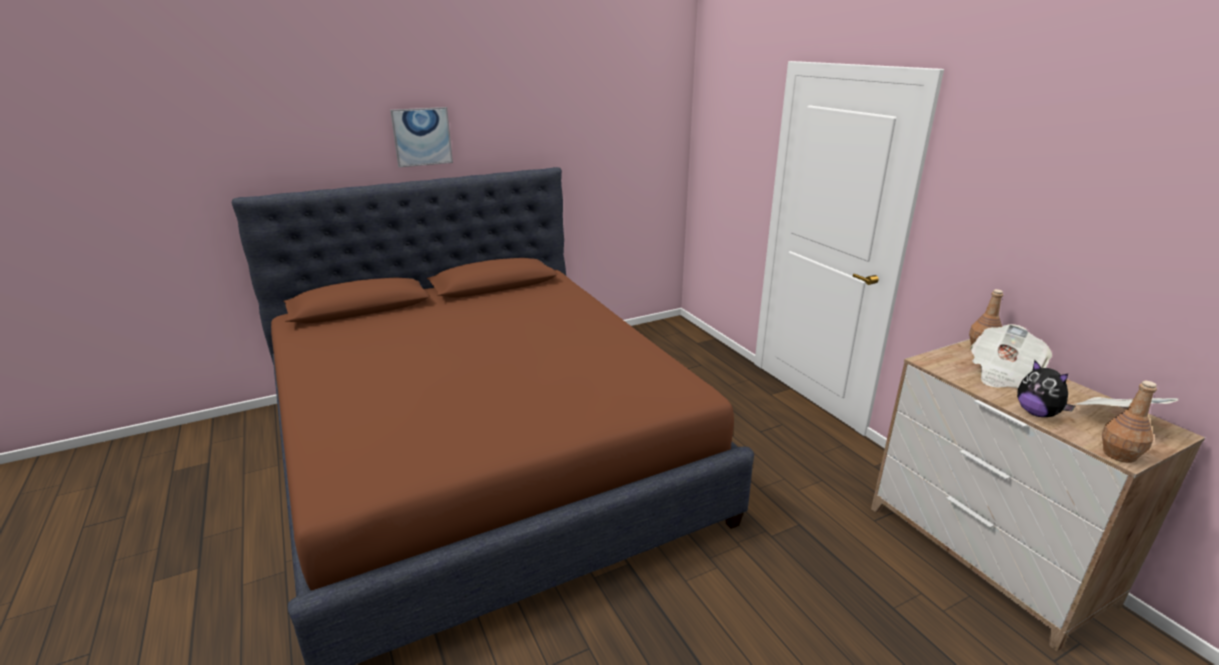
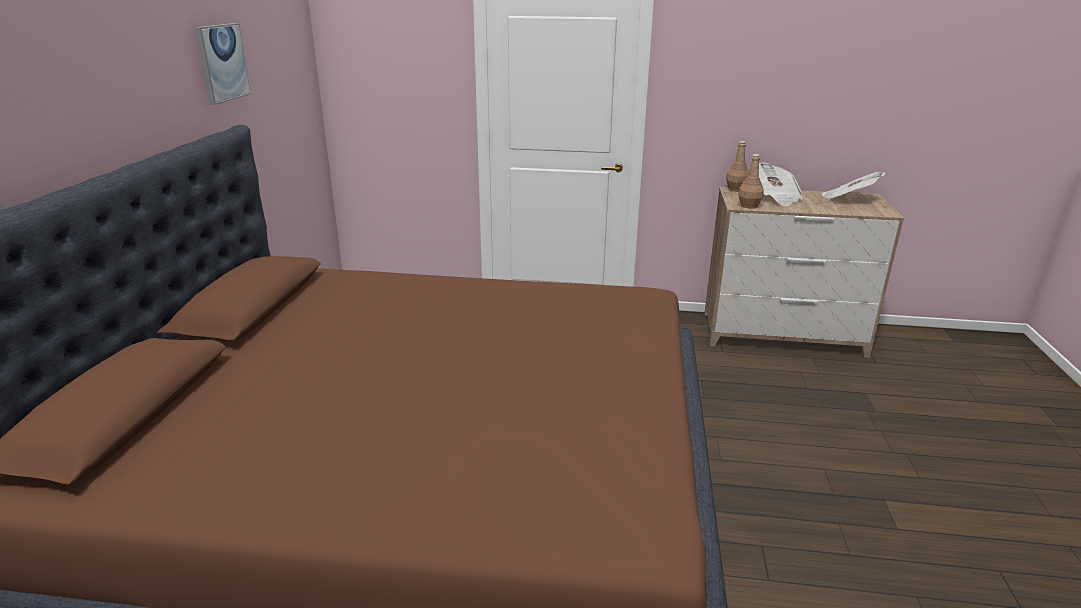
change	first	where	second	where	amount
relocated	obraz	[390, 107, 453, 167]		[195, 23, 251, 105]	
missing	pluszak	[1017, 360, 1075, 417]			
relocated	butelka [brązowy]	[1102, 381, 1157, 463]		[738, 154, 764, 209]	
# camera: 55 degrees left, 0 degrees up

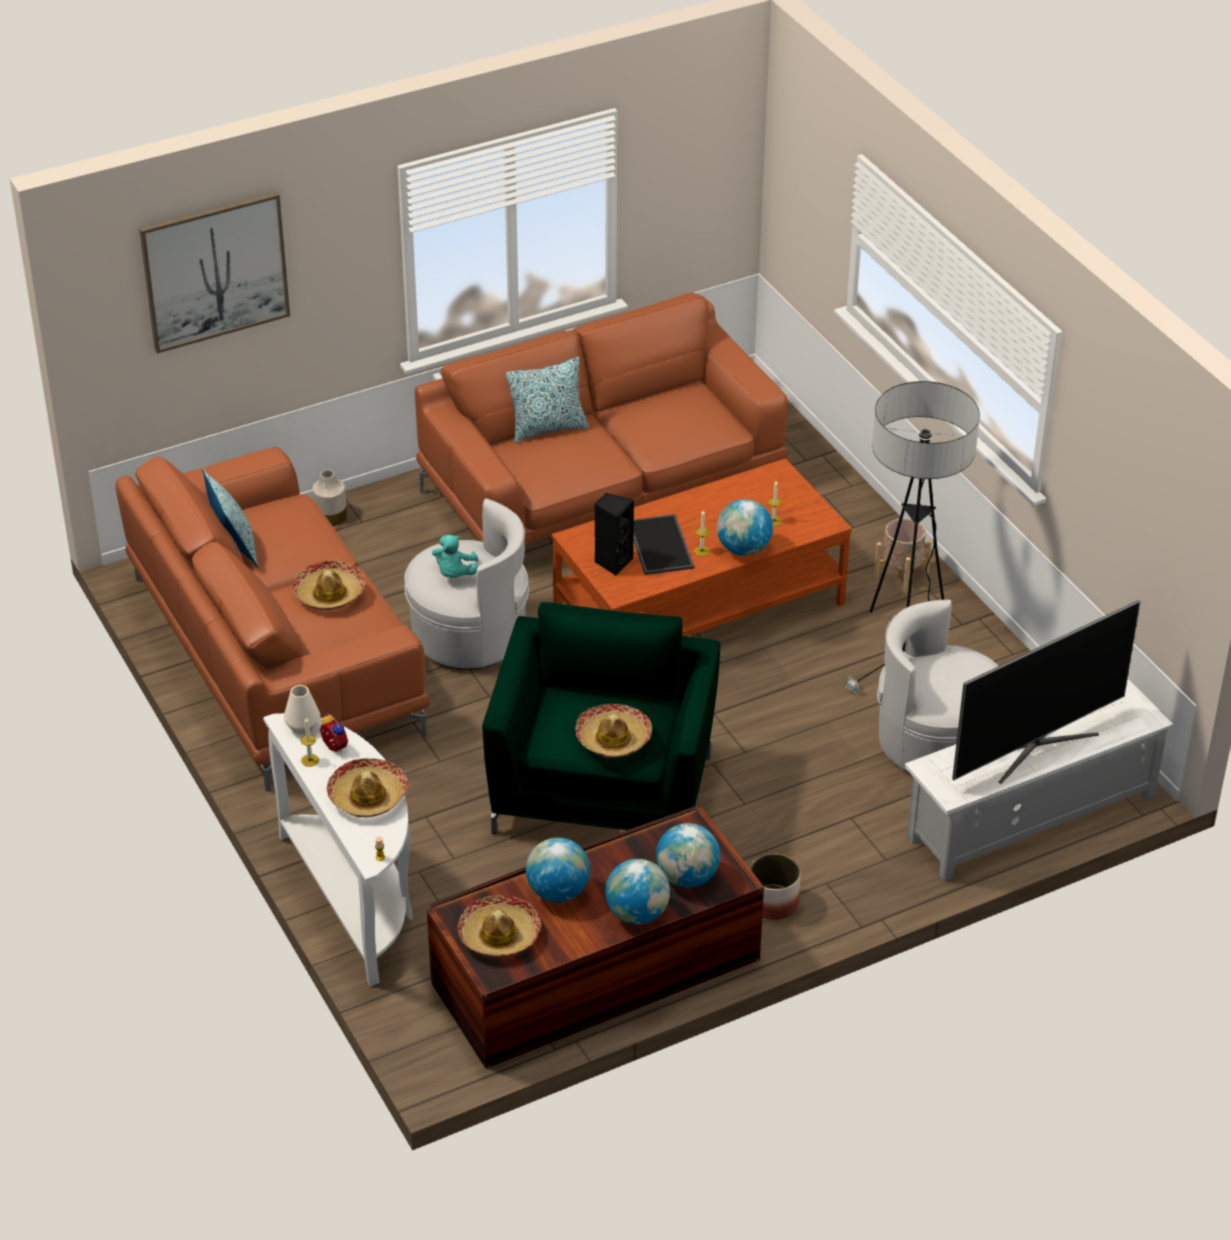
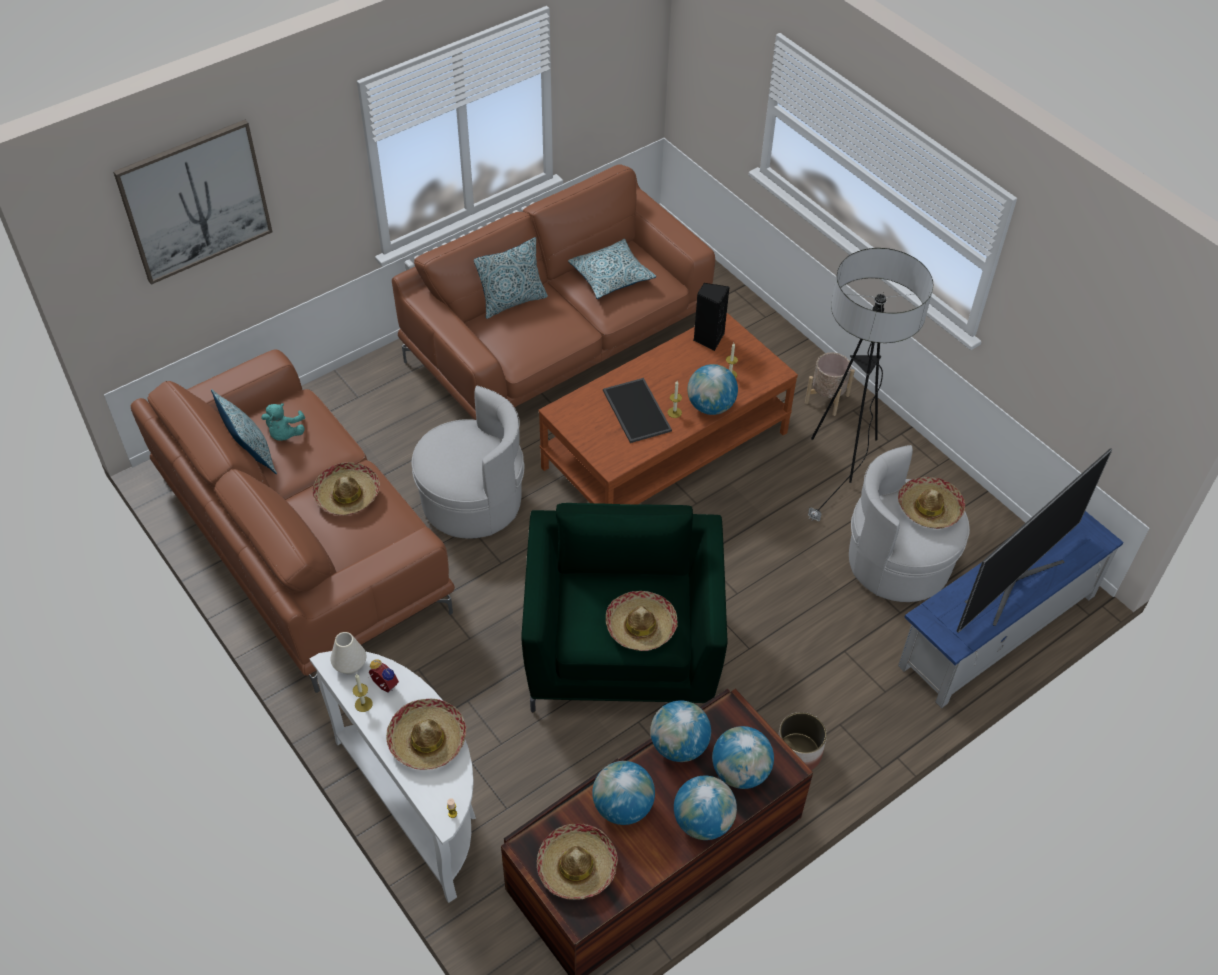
change	first	where	second	where	amount
missing	wazon [beżowy]	[312, 470, 347, 526]			
relocated	głośnik [czarny]	[595, 493, 634, 576]		[694, 283, 730, 351]	
relocated	pluszak [turkusowy]	[432, 535, 478, 578]		[261, 403, 305, 441]	
colour	szafka pod telewizor [biały]	[905, 679, 1173, 882]	szafka pod telewizor [niebieski]	[898, 511, 1124, 709]	
appeared			poduszka	[568, 239, 656, 299]	
appeared			kapelusz	[898, 477, 965, 529]	
appeared			globus	[650, 700, 711, 762]	
# camera: 10 degrees left, 10 degrees up

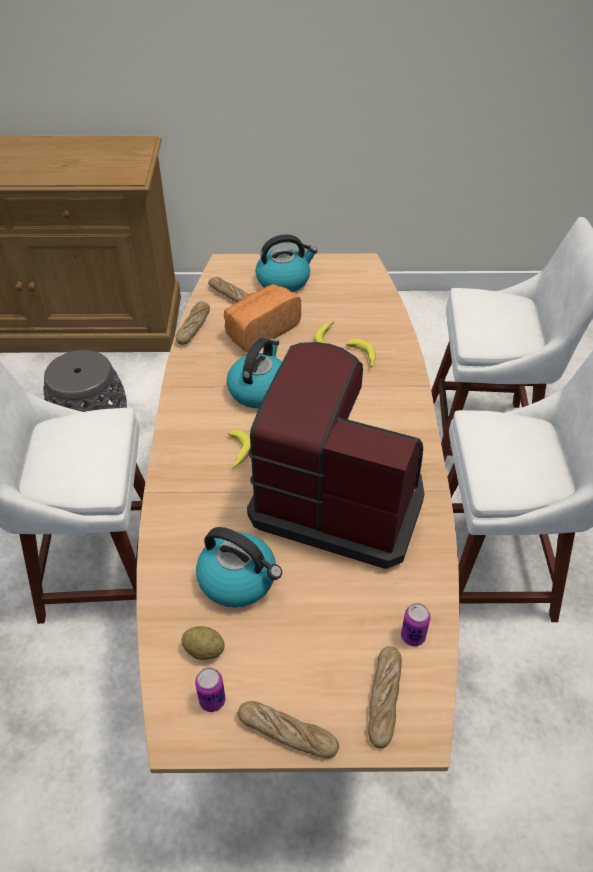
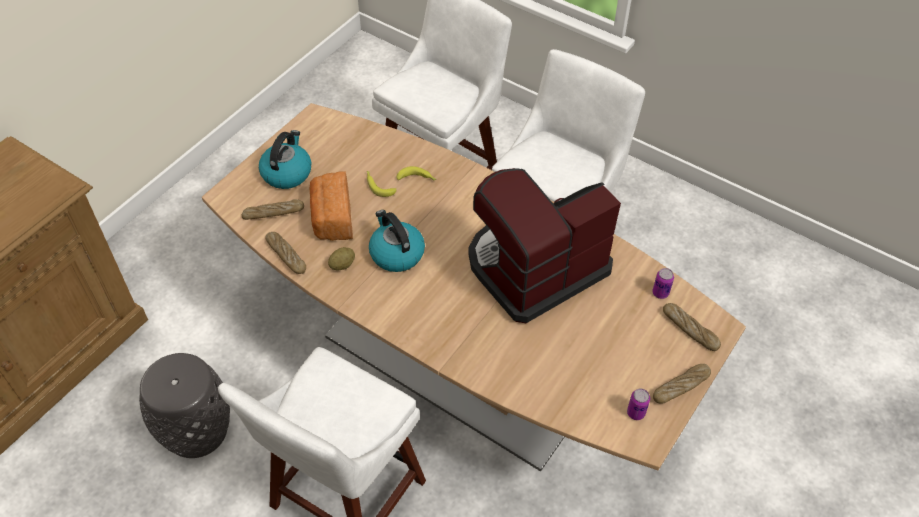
change	first	where	second	where	amount
missing	banan	[228, 430, 251, 469]			
missing	czajnik	[196, 527, 282, 608]			
relocated	ziemniak	[182, 626, 225, 660]		[328, 247, 355, 271]	
# camera: 55 degrees left, 5 degrees up

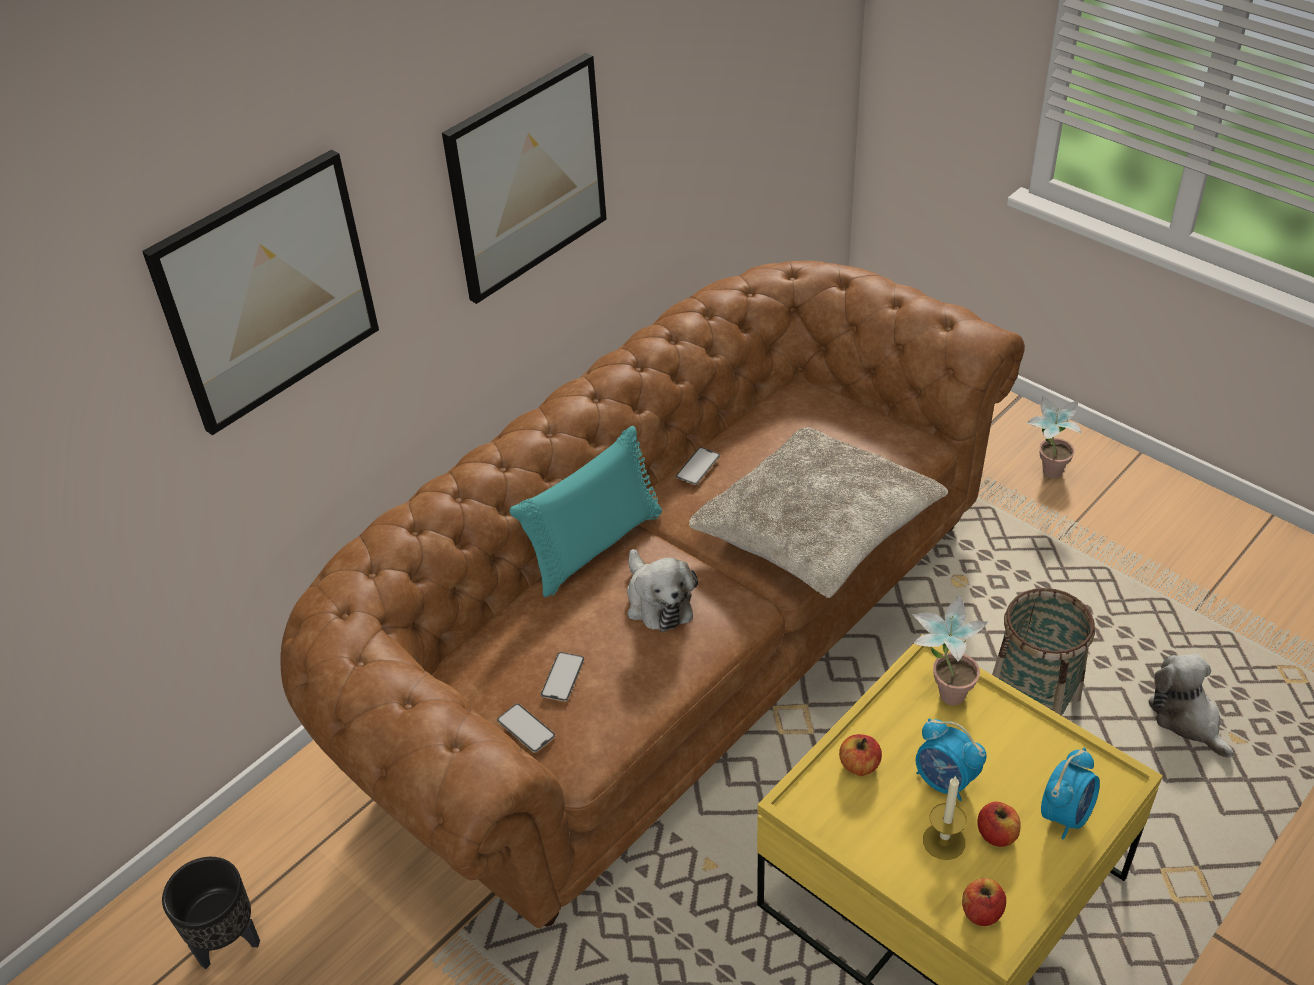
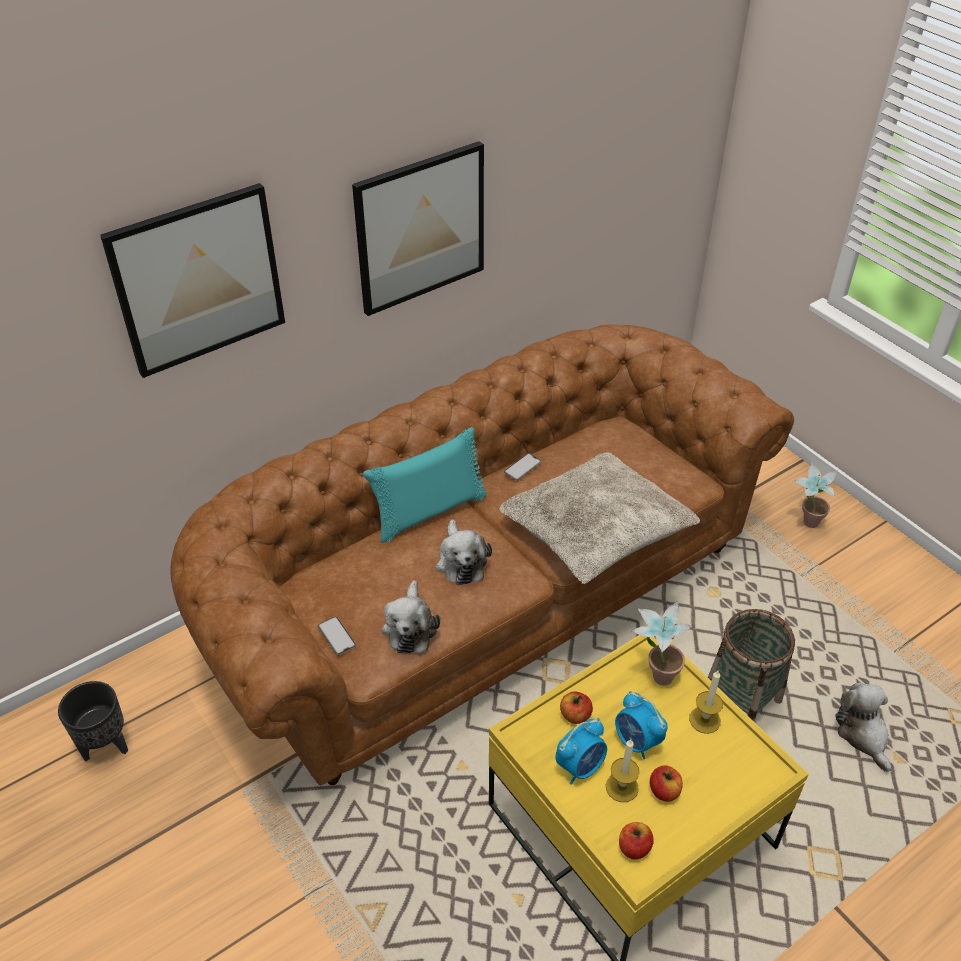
change	first	where	second	where	amount
missing	telefon	[541, 652, 584, 702]			
relocated	budzik	[1041, 748, 1100, 840]		[556, 718, 607, 785]	
appeared			pluszak	[382, 580, 440, 653]	
appeared			świeca	[689, 671, 723, 734]	
# camera: 10 degrees right, 0 degrees up

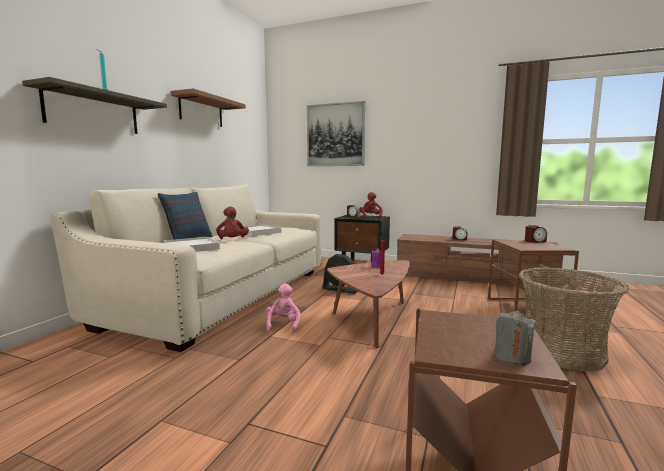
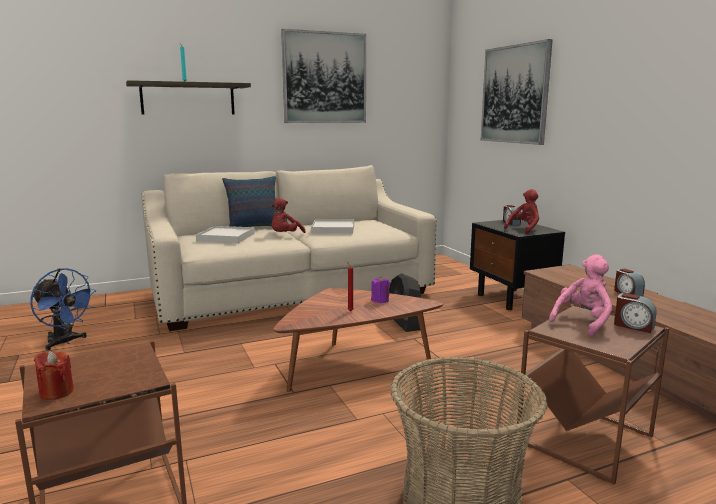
change	first	where	second	where	amount
exchanged	półka [brązowy]	[171, 88, 246, 127]	obraz	[281, 29, 366, 123]	
relocated	pluszak [różowy]	[266, 283, 301, 333]		[549, 254, 612, 336]	
colour	świeca [szary]	[494, 310, 536, 365]	świeca [czerwony]	[34, 351, 74, 400]	
appeared			wentylator [niebieski]	[30, 268, 96, 350]	
# camera: 45 degrees right, 5 degrees up

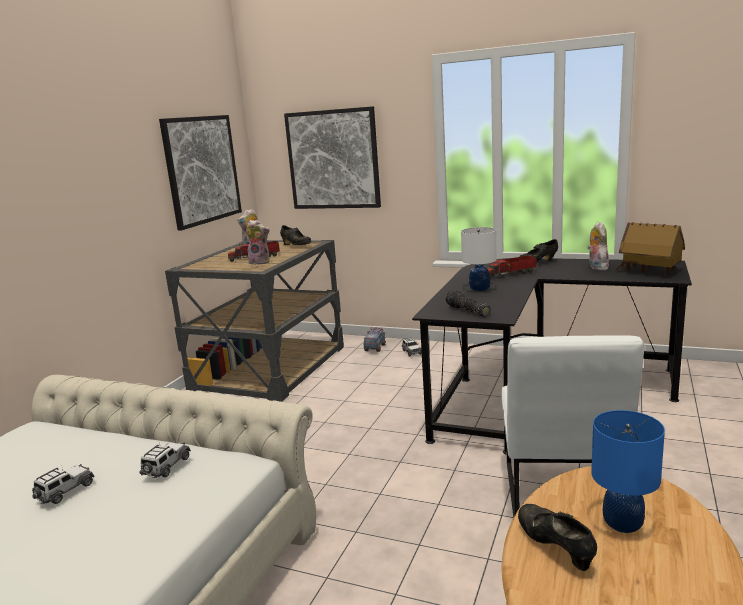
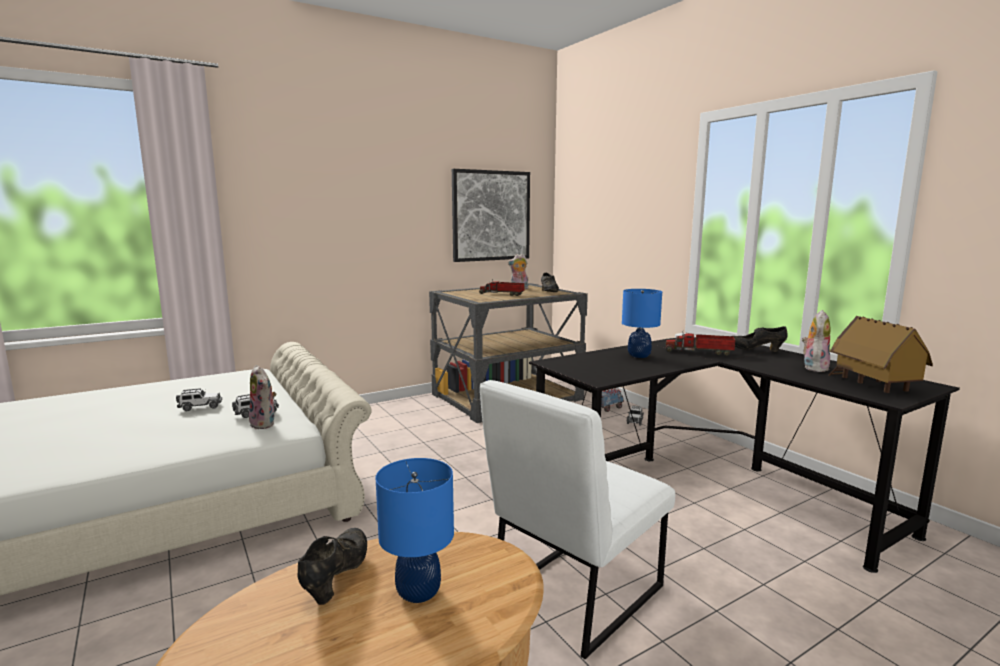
change	first	where	second	where	amount
missing	obraz	[284, 106, 381, 209]			
relocated	pluszak	[246, 220, 270, 265]		[249, 365, 276, 429]	
colour	lampa stołowa [biały]	[461, 227, 497, 291]	lampa stołowa [niebieski]	[622, 289, 662, 358]	
missing	latarka	[446, 290, 490, 317]			
# camera: 35 degrees right, 5 degrees down

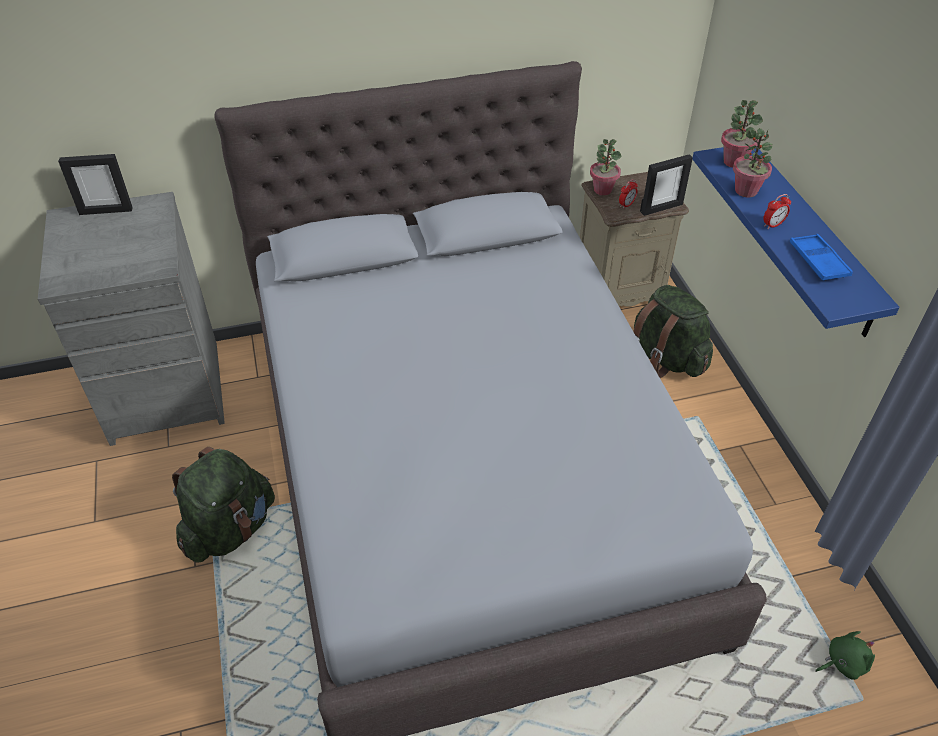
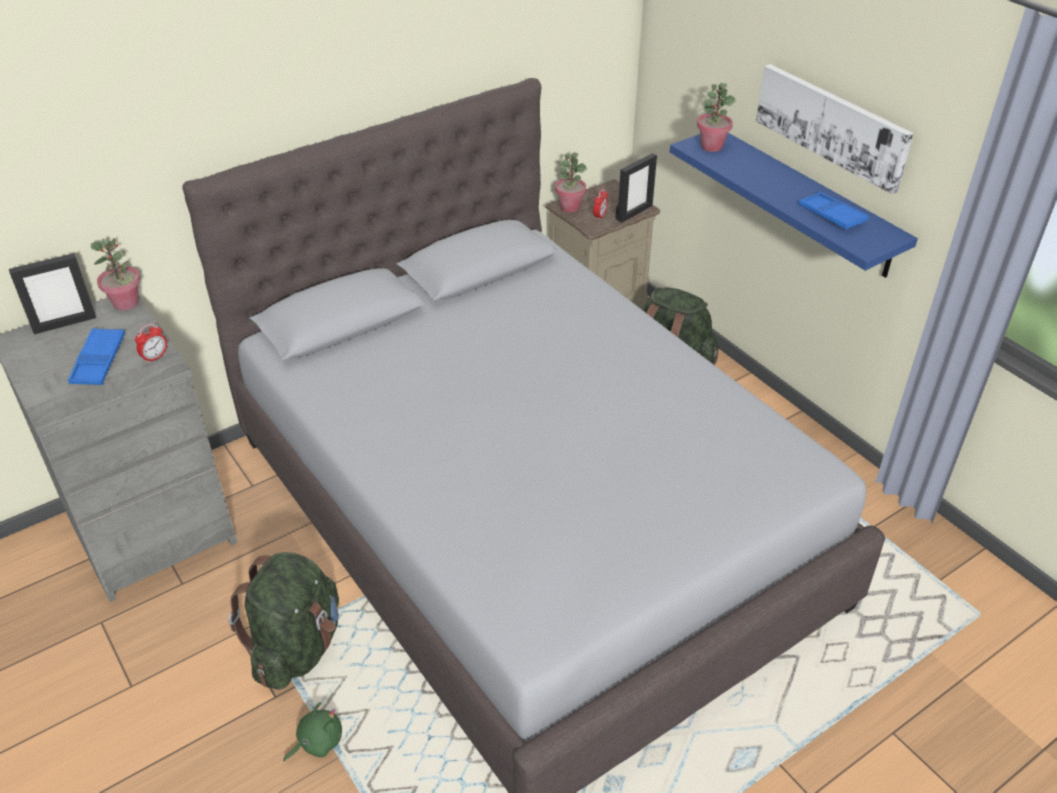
change	first	where	second	where	amount
relocated	roślina doniczkowa	[733, 128, 773, 197]		[91, 238, 140, 311]	
relocated	budzik	[763, 194, 791, 229]		[135, 324, 167, 364]	
relocated	pluszak [zielony]	[815, 631, 875, 680]		[283, 702, 342, 761]	
appeared			obraz	[756, 64, 914, 194]	
appeared			taca [niebieski]	[68, 328, 125, 385]	
# camera: 20 degrees left, 5 degrees down

